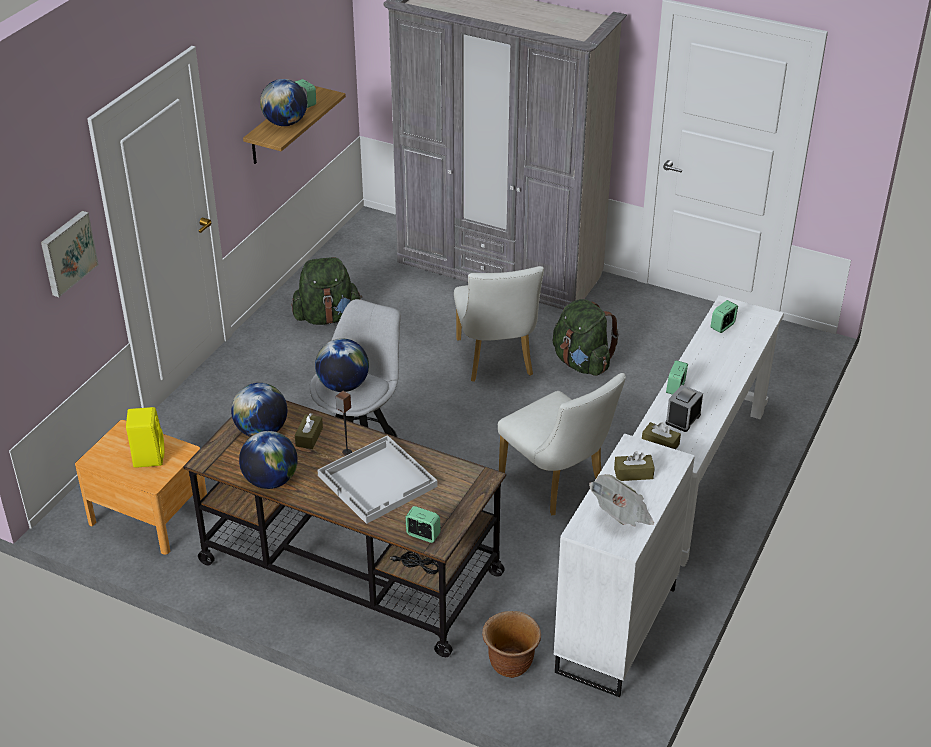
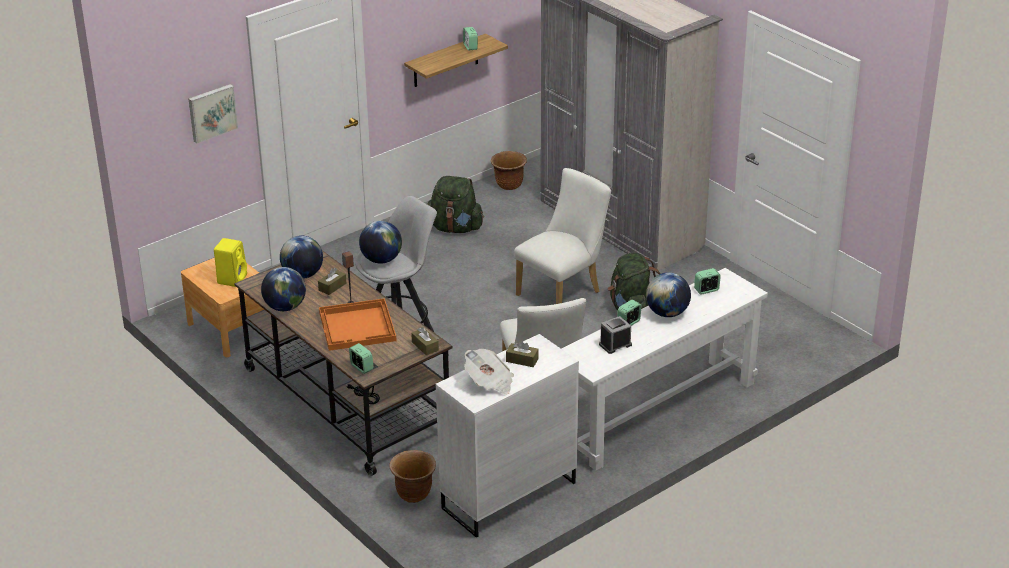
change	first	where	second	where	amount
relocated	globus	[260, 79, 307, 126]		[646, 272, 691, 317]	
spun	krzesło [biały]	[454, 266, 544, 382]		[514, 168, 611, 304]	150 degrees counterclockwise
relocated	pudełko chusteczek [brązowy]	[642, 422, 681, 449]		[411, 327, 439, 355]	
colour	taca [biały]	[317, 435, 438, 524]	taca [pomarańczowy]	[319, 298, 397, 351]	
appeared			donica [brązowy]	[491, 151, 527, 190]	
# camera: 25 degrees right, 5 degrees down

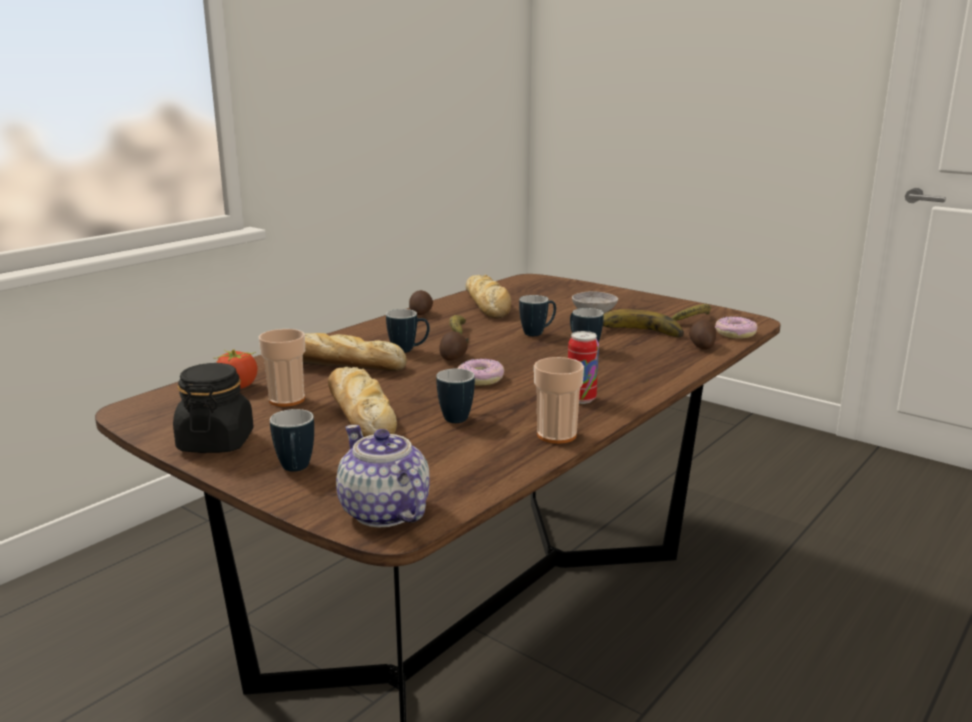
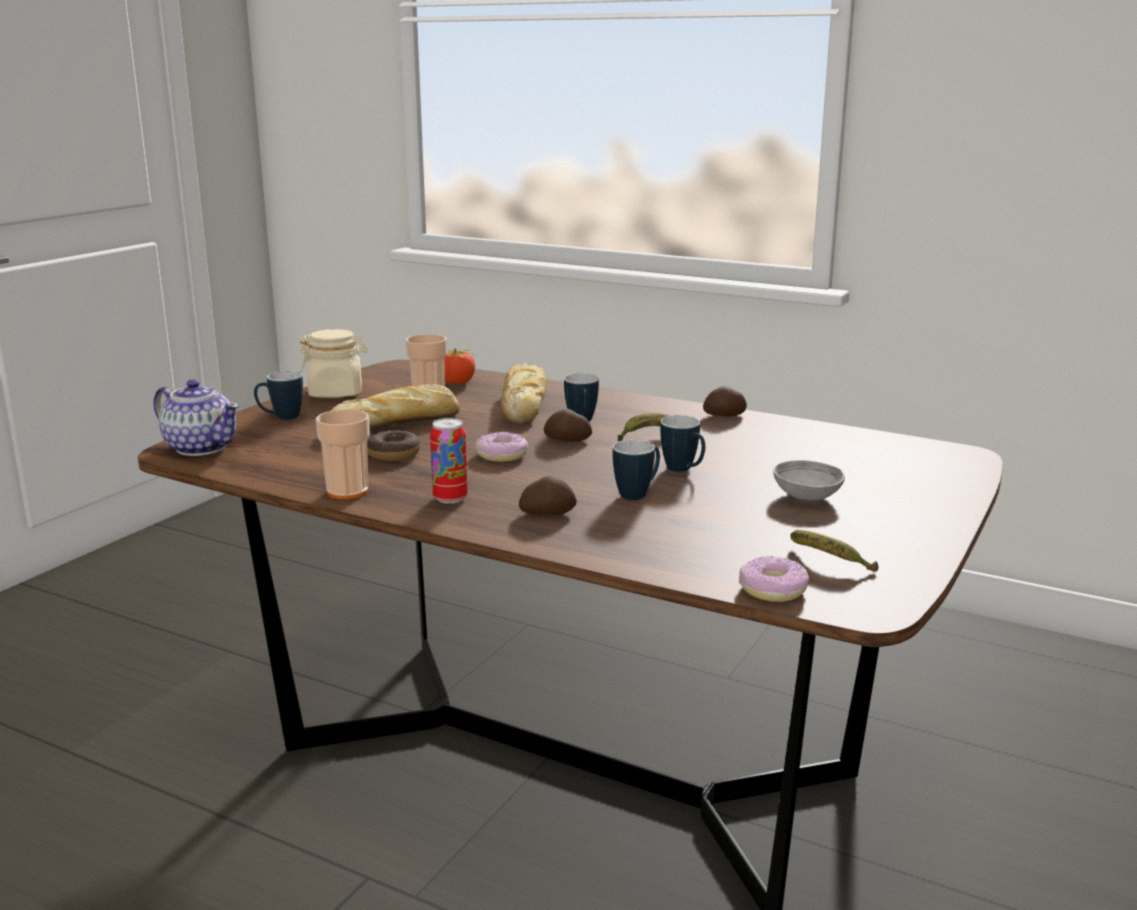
change	first	where	second	where	amount
missing	chleb	[466, 275, 511, 319]			
missing	banan	[603, 309, 684, 338]			
relocated	ziemniak	[689, 320, 716, 350]		[519, 476, 577, 515]	
colour	słoik [czarny]	[173, 363, 254, 453]	słoik [beżowy]	[300, 329, 368, 398]	
exchanged	kubek	[436, 369, 475, 423]	donut	[367, 430, 420, 461]	
spun	imbryk	[336, 425, 430, 528]		[153, 379, 240, 456]	75 degrees clockwise
# camera: 80 degrees right, 0 degrees up

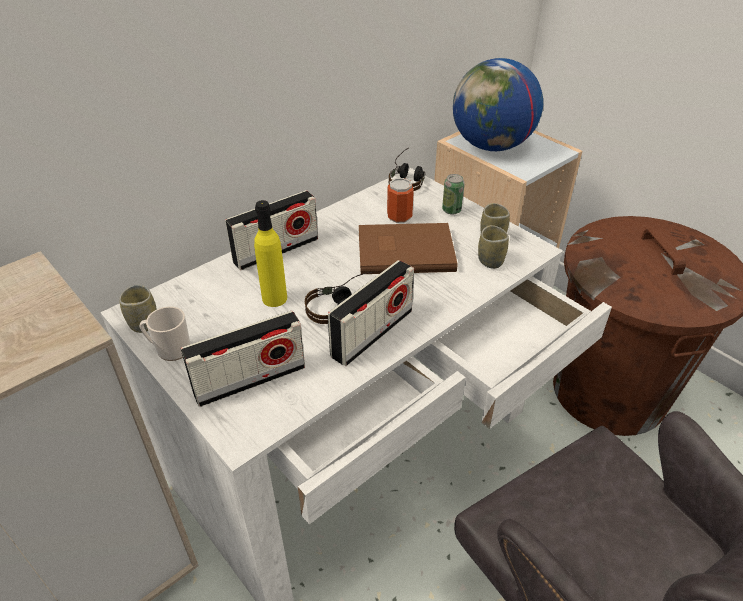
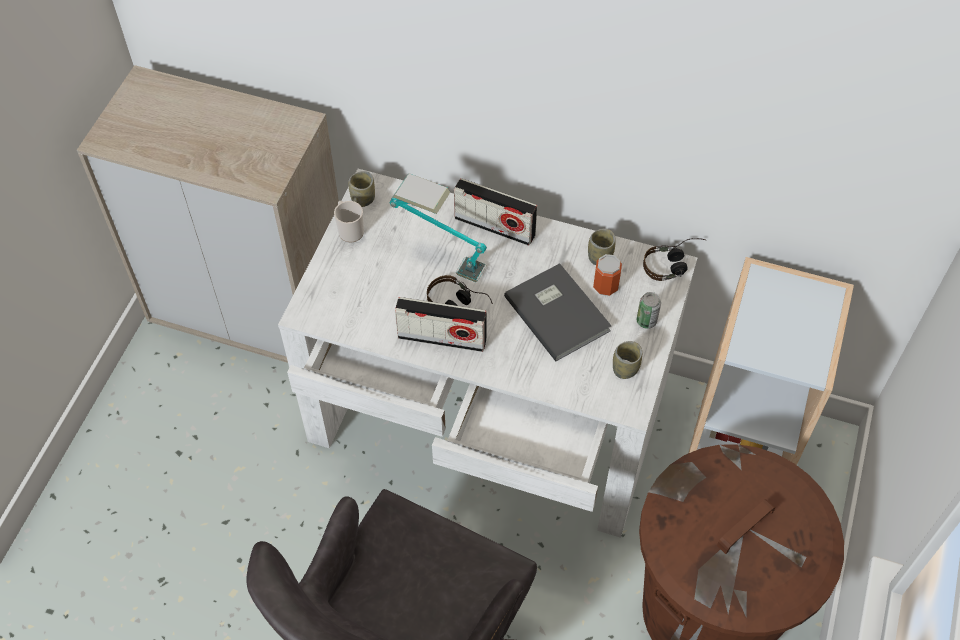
change	first	where	second	where	amount
missing	globus	[453, 58, 543, 151]			
exchanged	butelka [żółty]	[254, 200, 287, 307]	lampa stołowa	[390, 173, 487, 282]	
colour	książka [brązowy]	[359, 223, 458, 274]	książka [szary]	[504, 263, 611, 362]	
relocated	filiżanka	[478, 225, 509, 269]		[588, 229, 616, 265]	
missing	radio	[181, 311, 305, 407]			
# camera: 60 degrees right, 15 degrees up

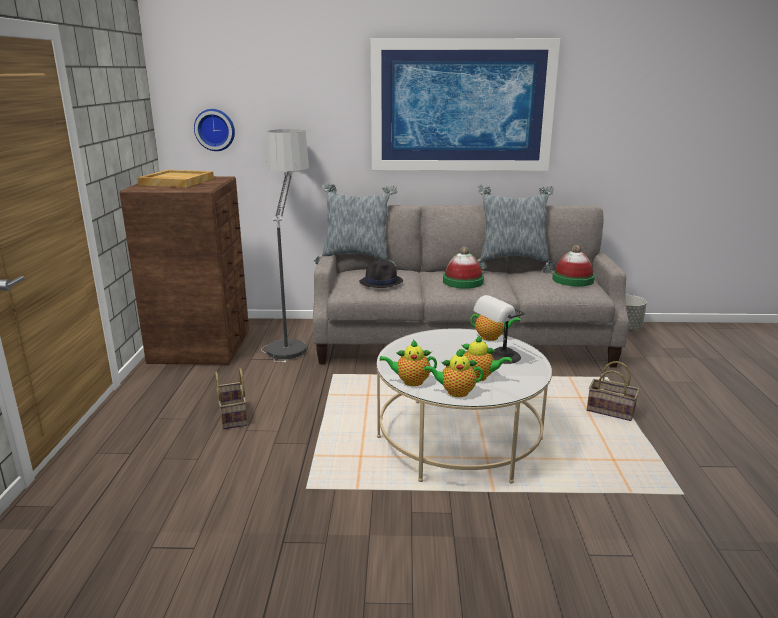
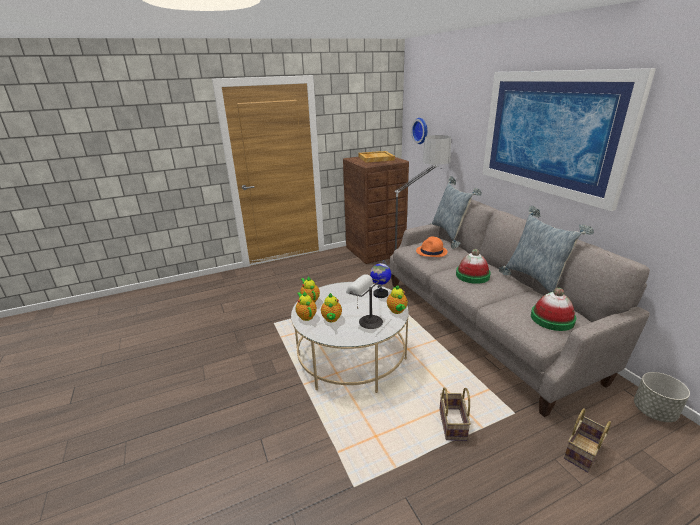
change	first	where	second	where	amount
colour	kapelusz [czarny]	[359, 260, 403, 288]	kapelusz [pomarańczowy]	[416, 236, 448, 257]	
relocated	koszyk	[215, 368, 247, 429]		[564, 408, 611, 472]	
appeared			globus	[370, 260, 391, 298]	
# camera: 65 degrees right, 5 degrees up

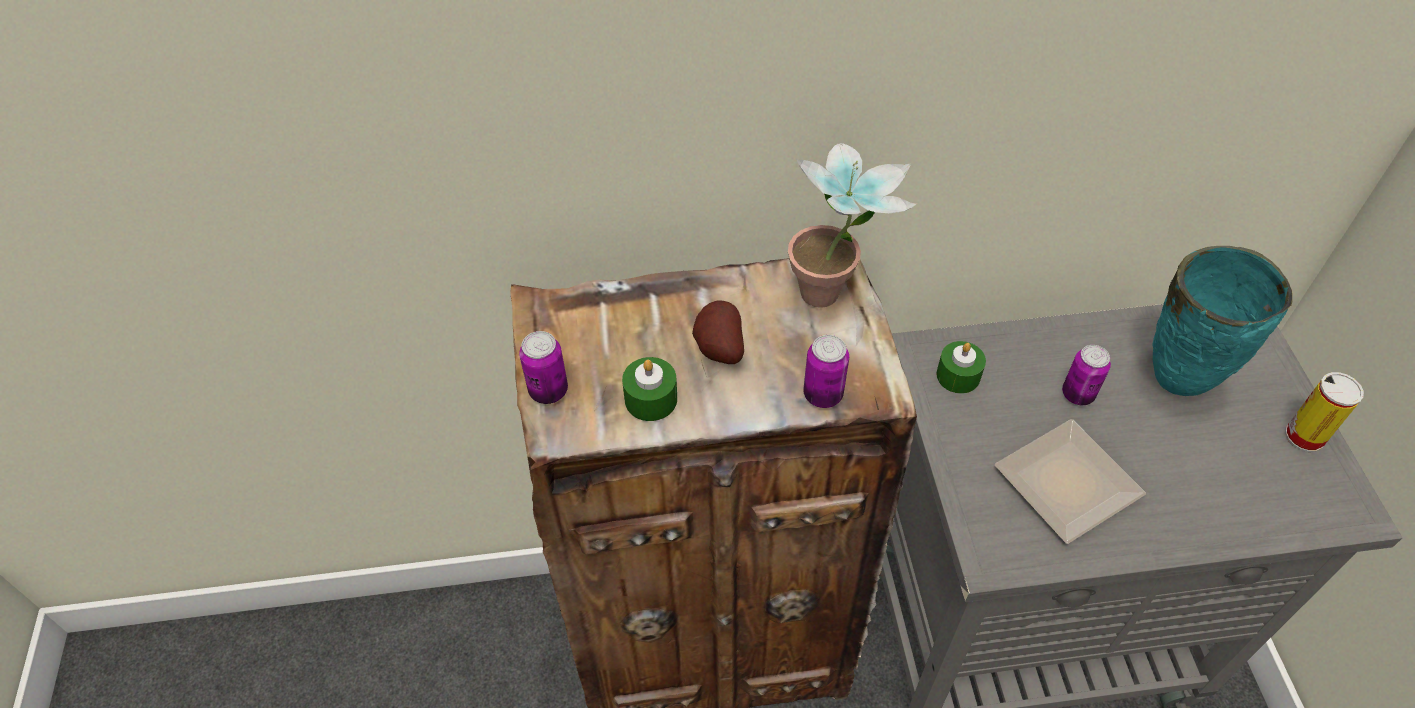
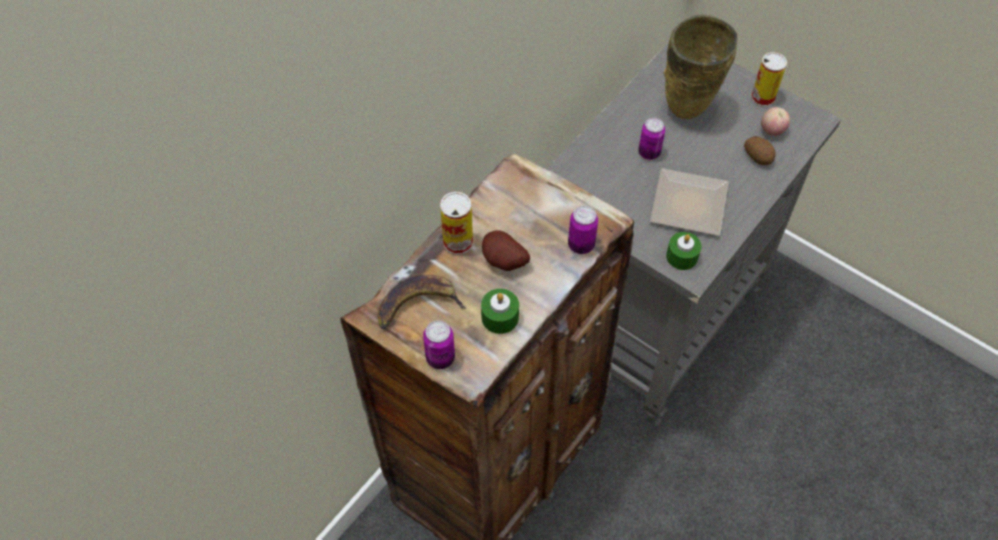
change	first	where	second	where	amount
missing	roślina doniczkowa	[788, 143, 917, 308]			
colour	wazon [turkusowy]	[1152, 246, 1292, 396]	wazon [beżowy]	[663, 15, 737, 119]	
relocated	świeca [zielony]	[937, 341, 986, 394]		[666, 232, 701, 270]	
appeared			jabłko	[761, 107, 790, 136]	
appeared			ziemniak	[744, 136, 776, 165]	
appeared			puszka	[440, 192, 473, 255]	
appeared			banan	[377, 275, 466, 329]	
# camera: 45 degrees left, 5 degrees up

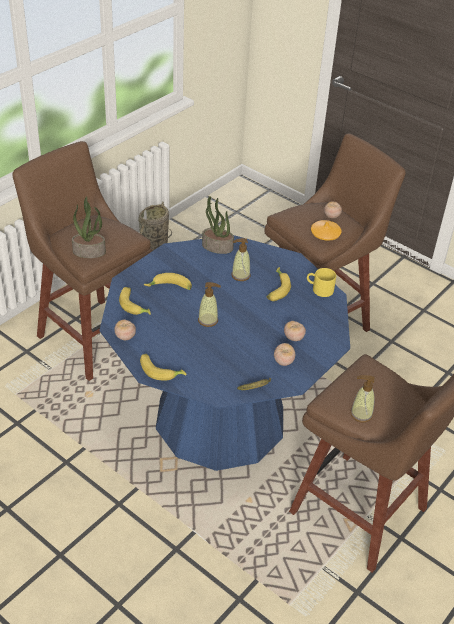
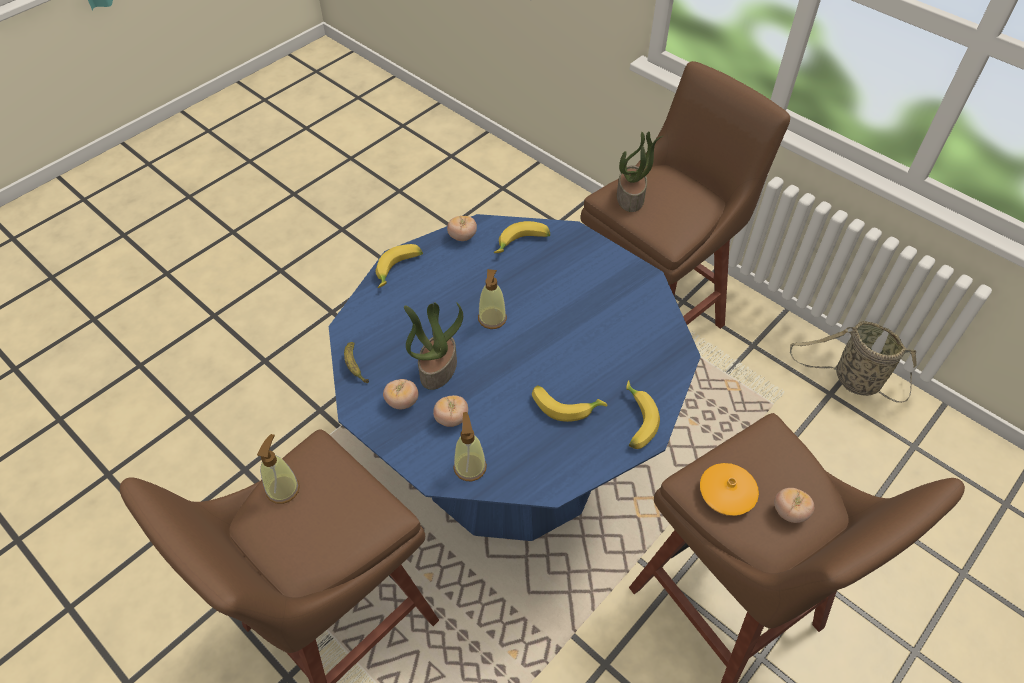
change	first	where	second	where	amount
relocated	roślina doniczkowa	[202, 196, 234, 254]		[404, 302, 463, 390]	
relocated	dozownik mydła	[231, 238, 250, 281]		[453, 412, 487, 481]	
missing	kubek [żółty]	[307, 268, 336, 297]			
relocated	banan	[144, 273, 192, 290]		[626, 380, 660, 449]	
# camera: 95 degrees right, 10 degrees up

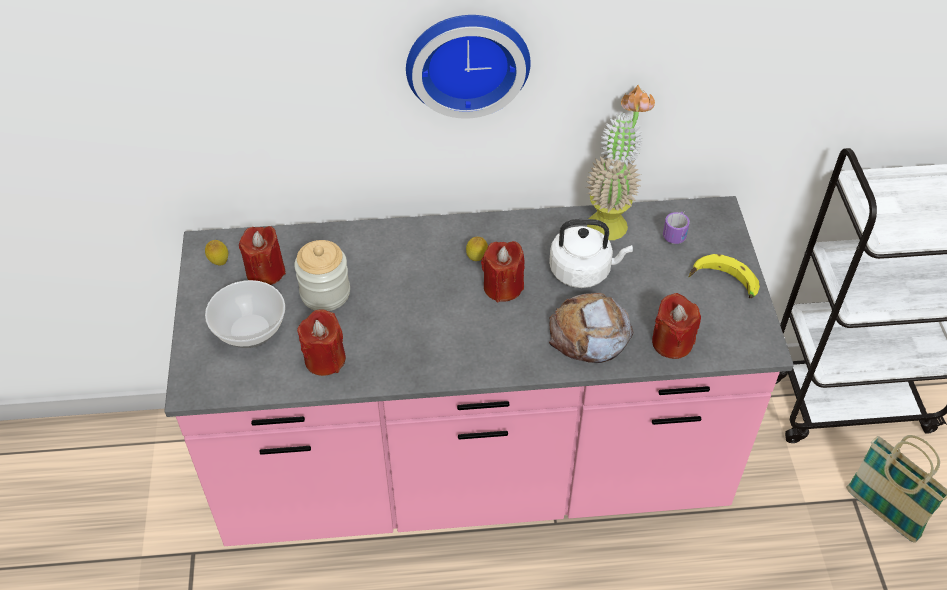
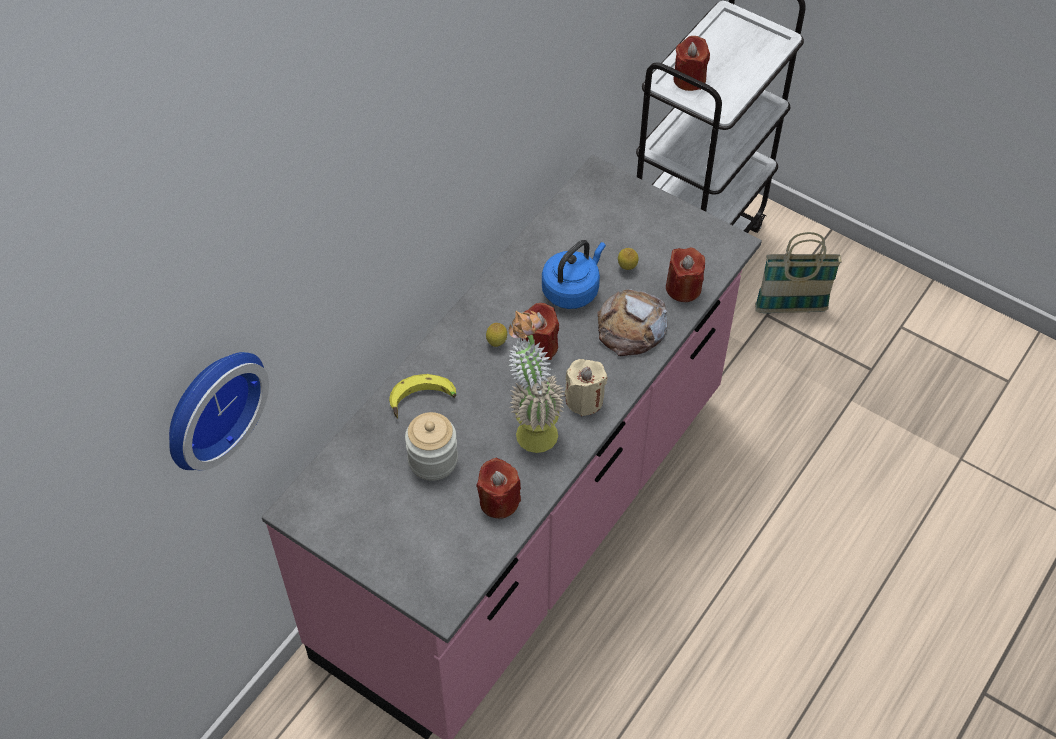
change	first	where	second	where	amount
relocated	zegar ścienny	[406, 15, 531, 119]		[169, 352, 269, 471]	
relocated	roślina doniczkowa	[586, 85, 655, 240]		[508, 311, 565, 453]	
missing	kubek	[663, 212, 690, 244]			
colour	czajnik [biały]	[549, 219, 633, 288]	czajnik [niebieski]	[542, 240, 606, 309]	
relocated	świeca [czerwony]	[239, 226, 286, 285]		[673, 36, 710, 91]	
relocated	cytryna	[205, 240, 228, 265]		[618, 248, 638, 270]	
relocated	banan	[688, 254, 760, 298]		[389, 374, 456, 419]	
missing	miska	[205, 280, 285, 348]			
appeared			świeca [beżowy]	[565, 359, 607, 416]	
# camera: 50 degrees left, 5 degrees up

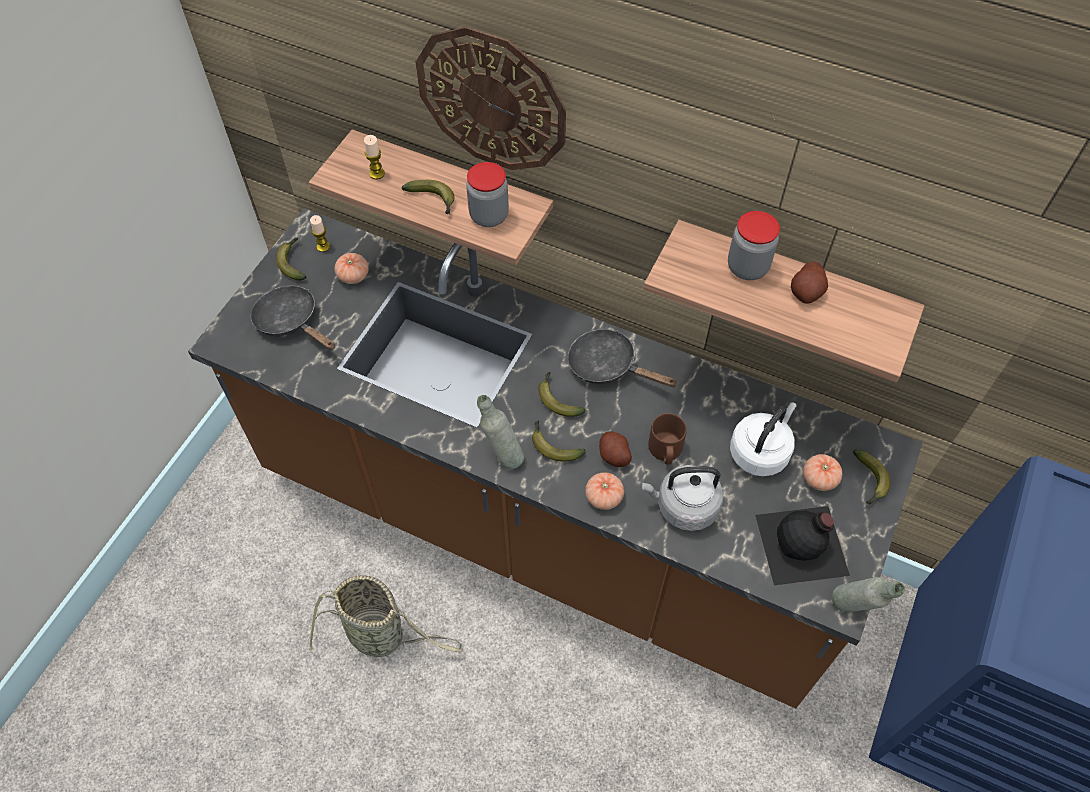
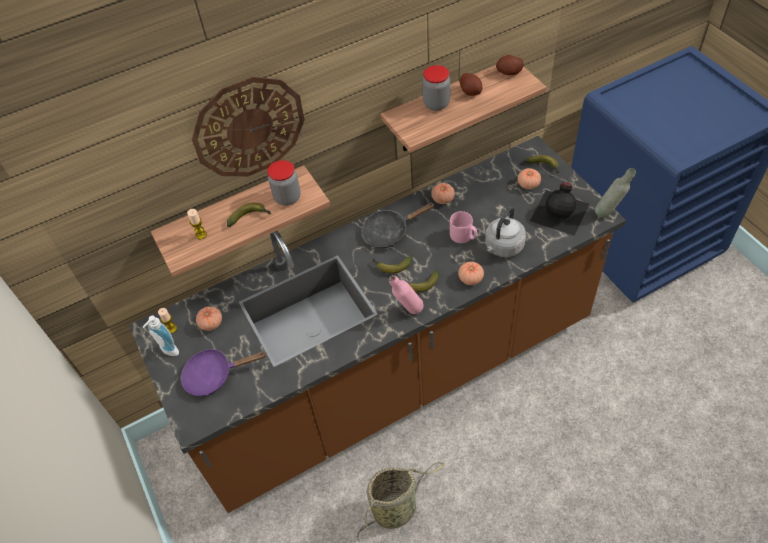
change	first	where	second	where	amount
exchanged	banan	[276, 237, 306, 281]	dozownik mydła	[143, 315, 179, 356]	
colour	patelnia [czarny]	[250, 285, 335, 350]	patelnia [fioletowy]	[181, 349, 267, 396]	
colour	butelka [szary]	[477, 395, 524, 470]	butelka [różowy]	[389, 275, 424, 314]	
missing	czajnik [biały]	[730, 402, 797, 476]			
colour	kubek [brązowy]	[648, 413, 687, 465]	kubek [różowy]	[450, 211, 477, 243]	
relocated	ziemniak	[599, 431, 632, 467]		[496, 55, 524, 75]	
appeared			pomidor	[431, 183, 455, 204]	
# camera: 50 degrees left, 5 degrees down

